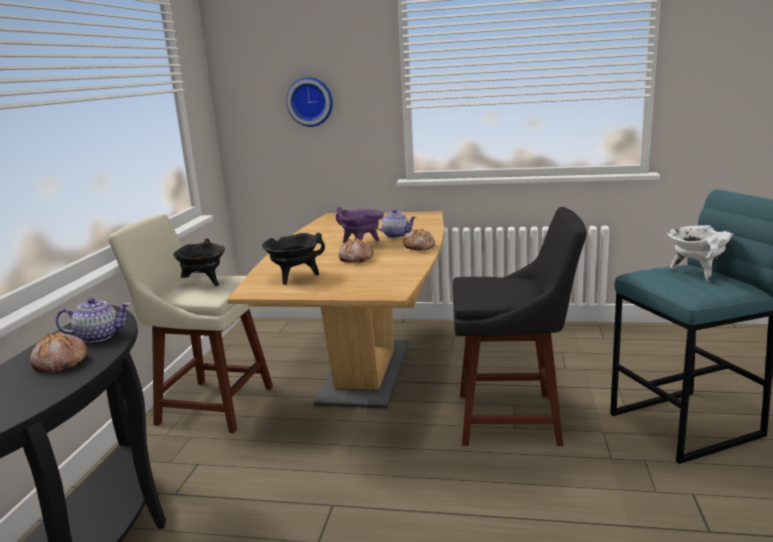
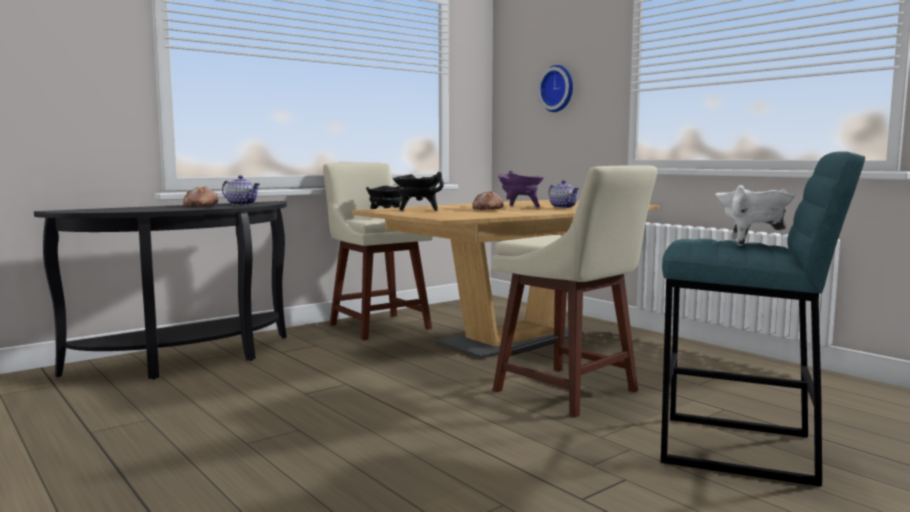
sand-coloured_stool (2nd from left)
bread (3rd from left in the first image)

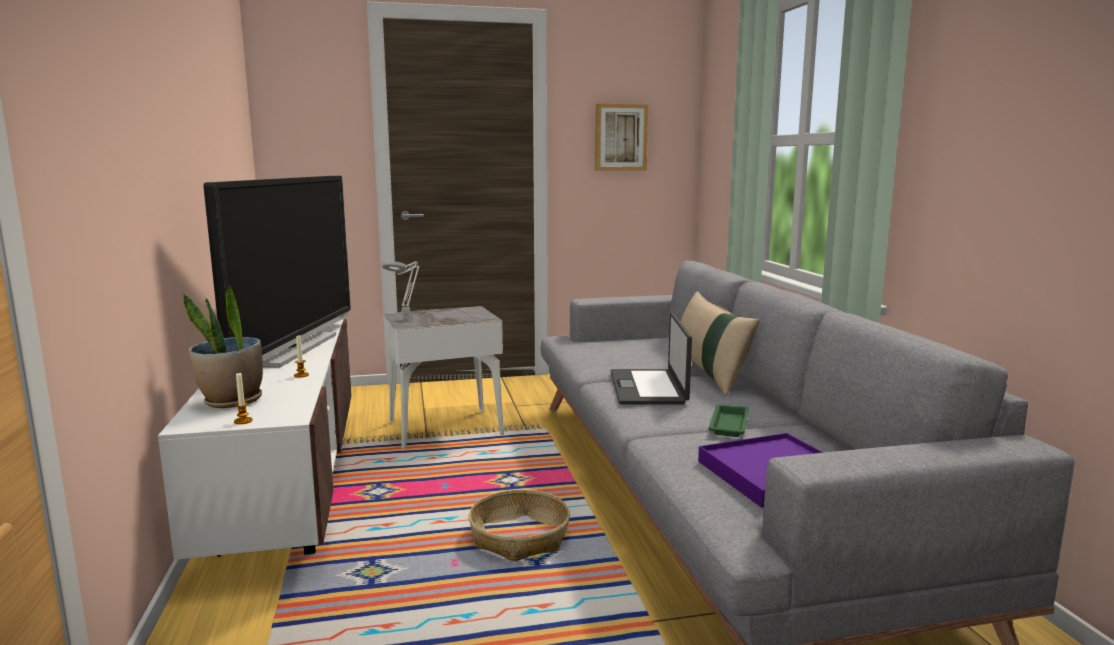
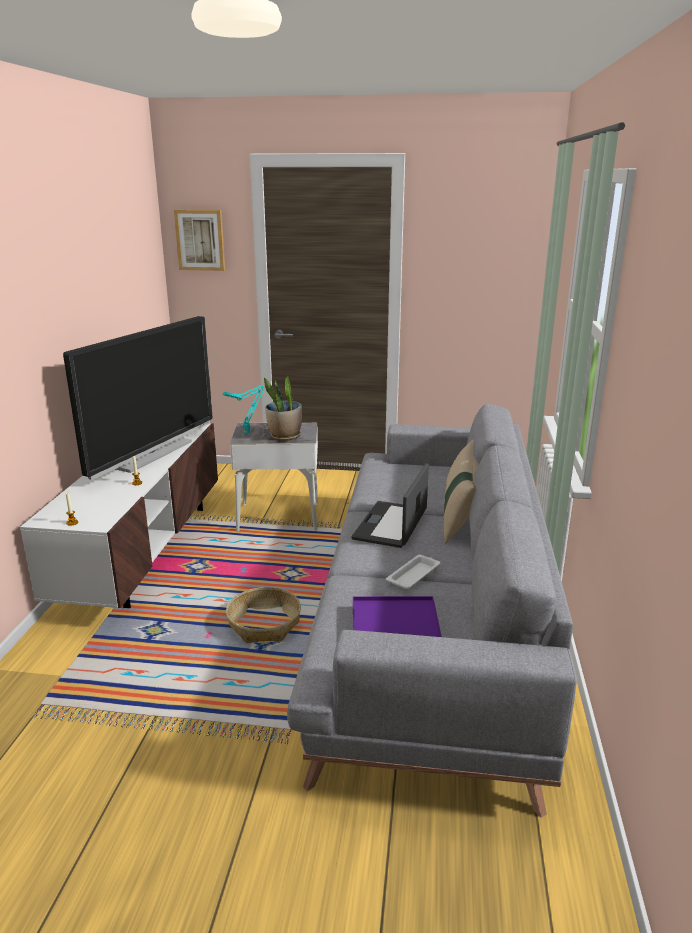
picture
turquoise_table_lamp
houseplant
whitish_serving_tray

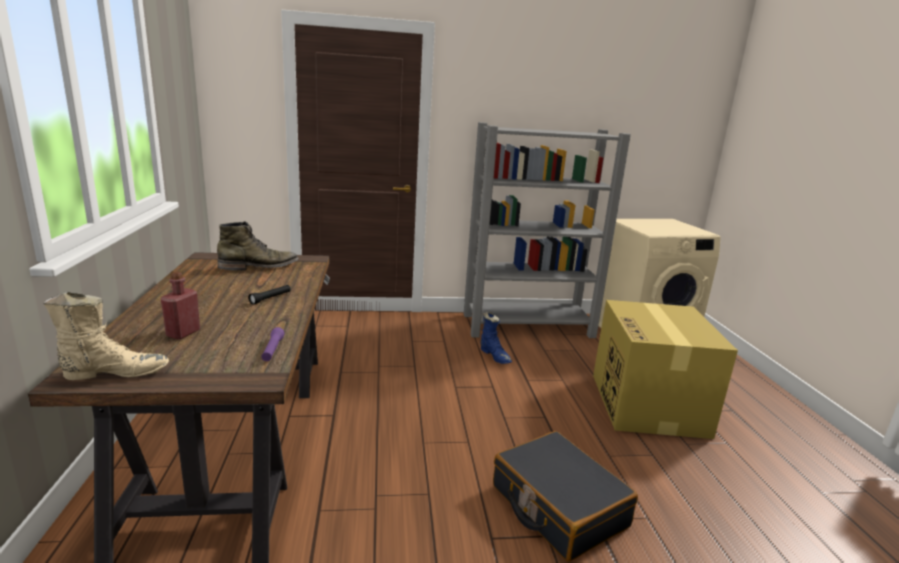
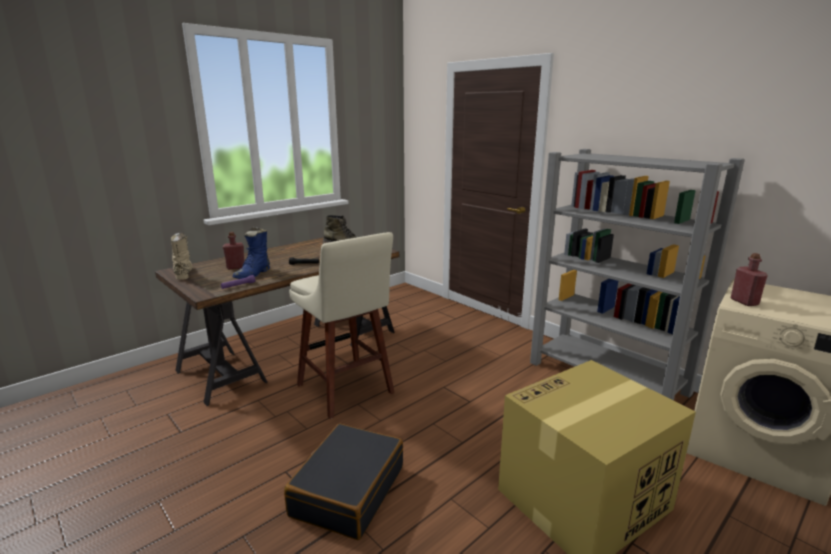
sand-coloured_high-top_boot
bluish_high-top_boot
sand-coloured_stool
red-coloured_bottle (2nd from left)

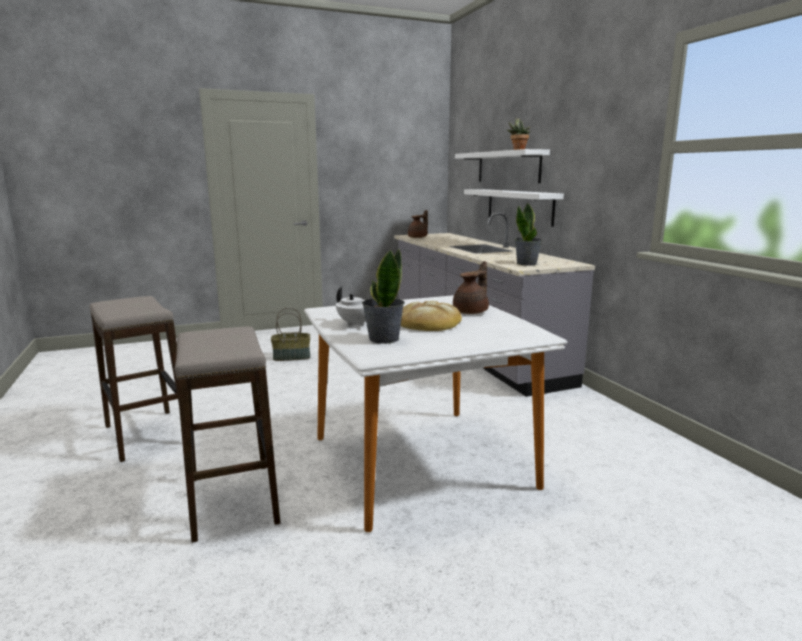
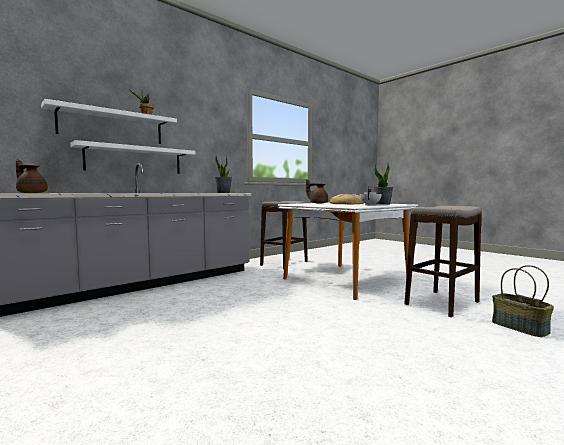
stool (1st from left)
basket

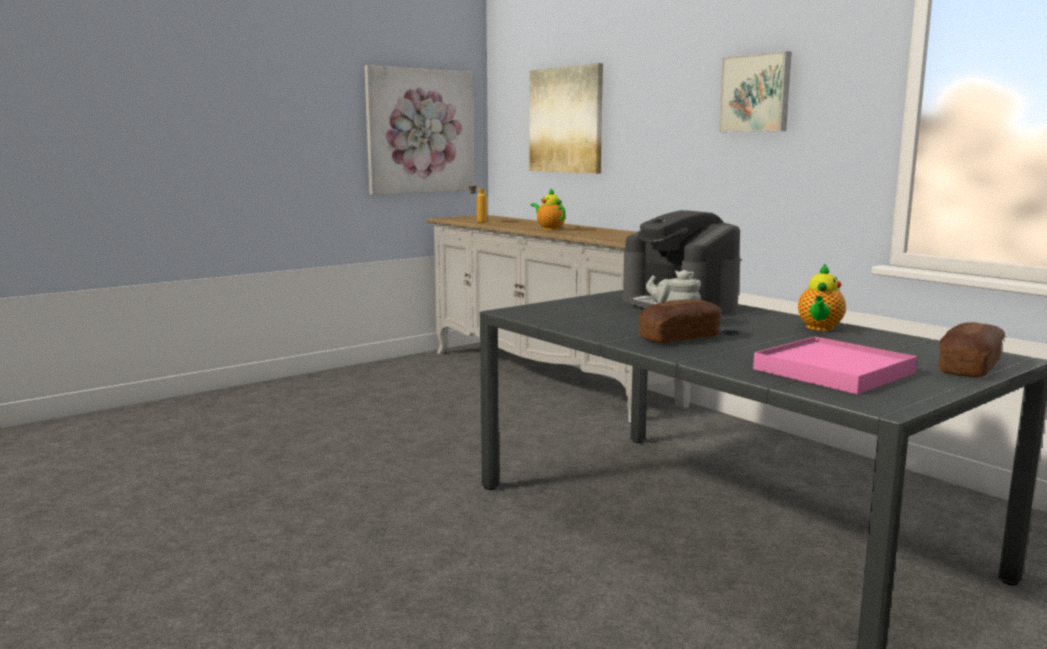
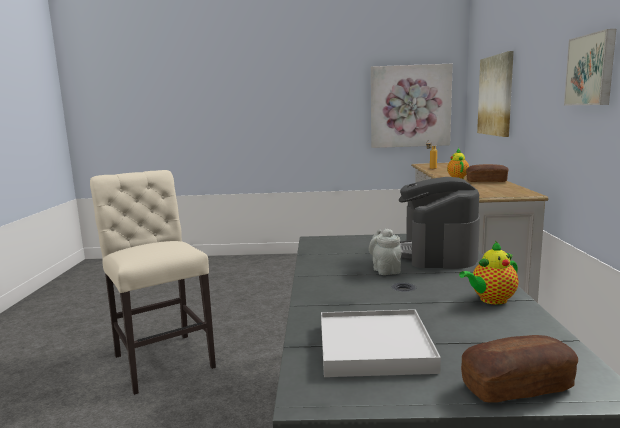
bread (1st from left)
whitish_serving_tray
sand-coloured_stool

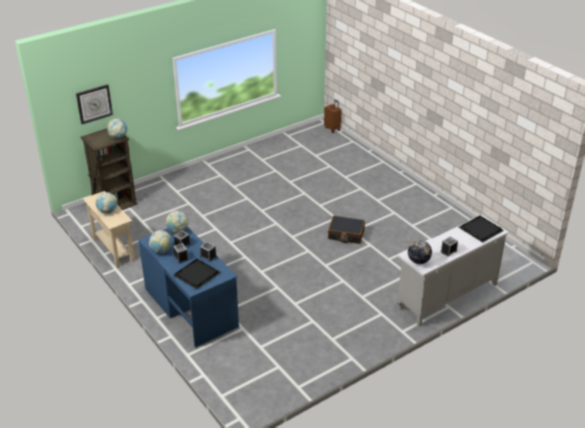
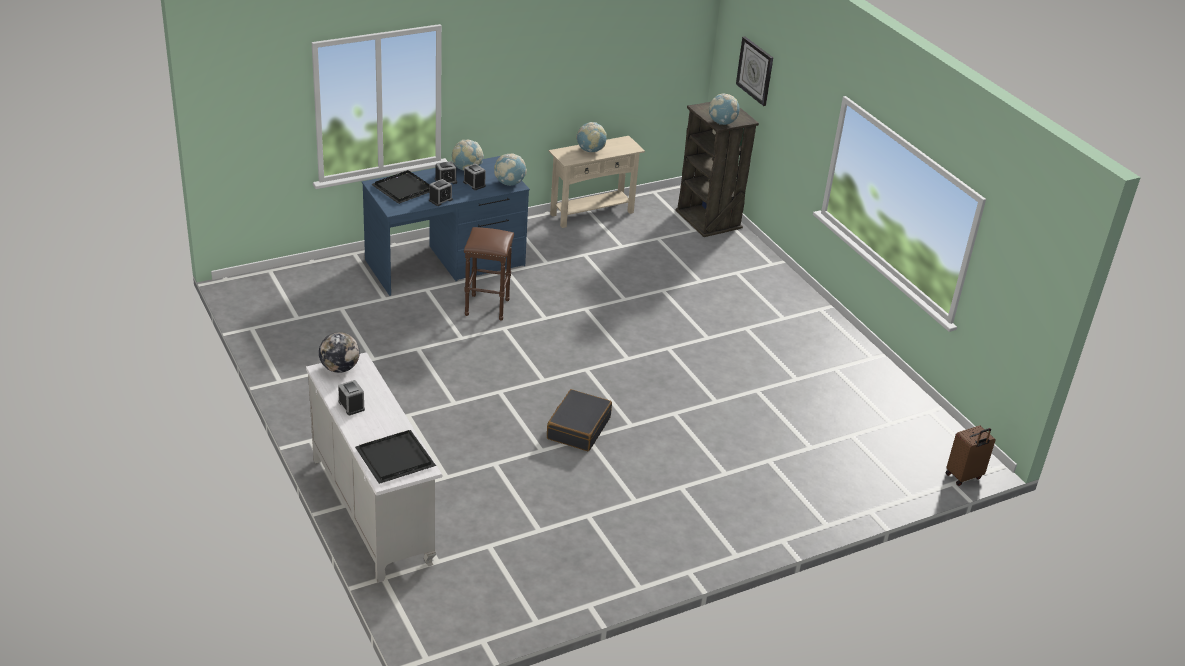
brown-coloured_stool

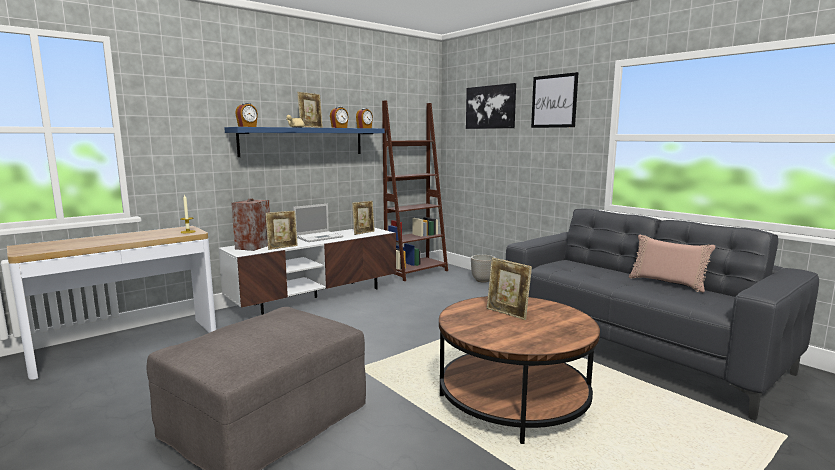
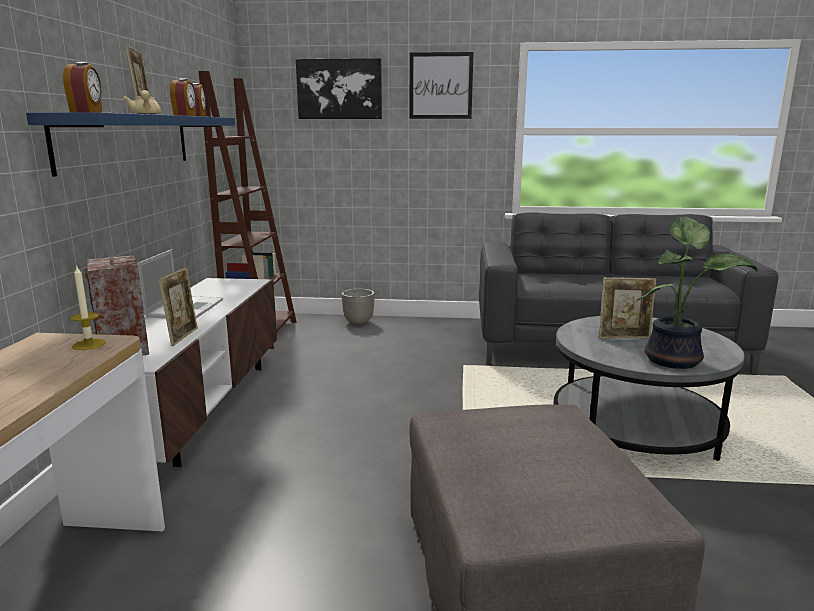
picture_frame (3rd from left in the first image)
sand-coloured_pillow
gray_low_table
houseplant

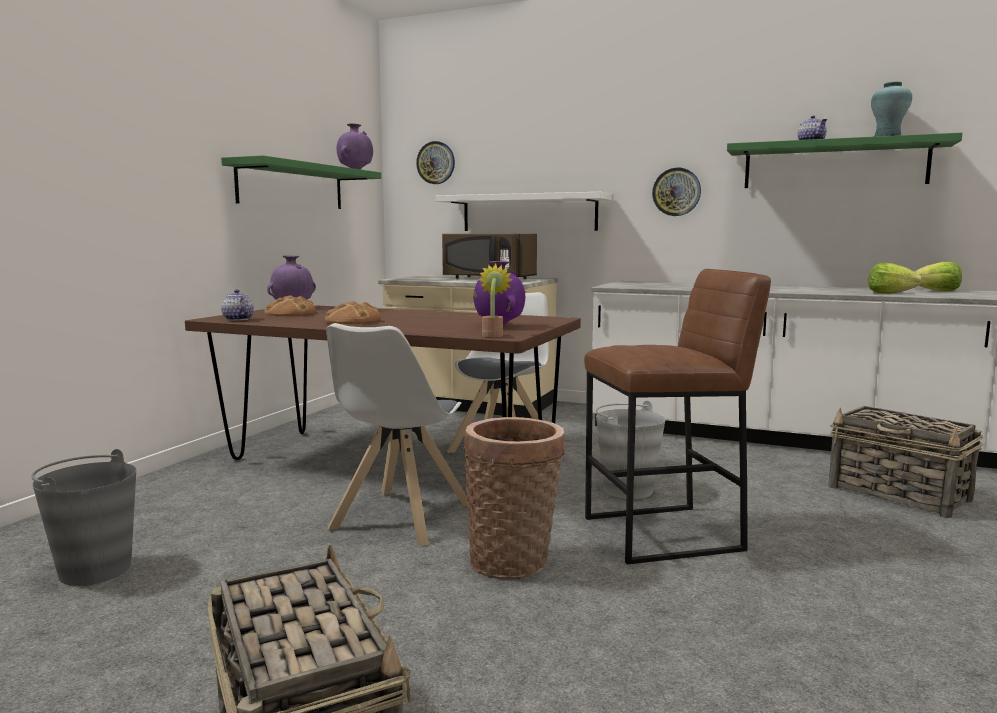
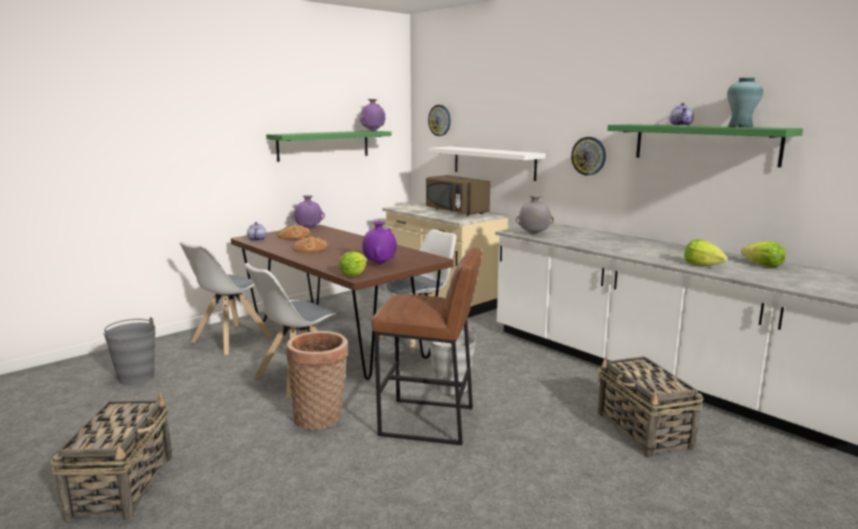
lettuce_head (1st from left)
gray_flower_vase
chair (1st from left)

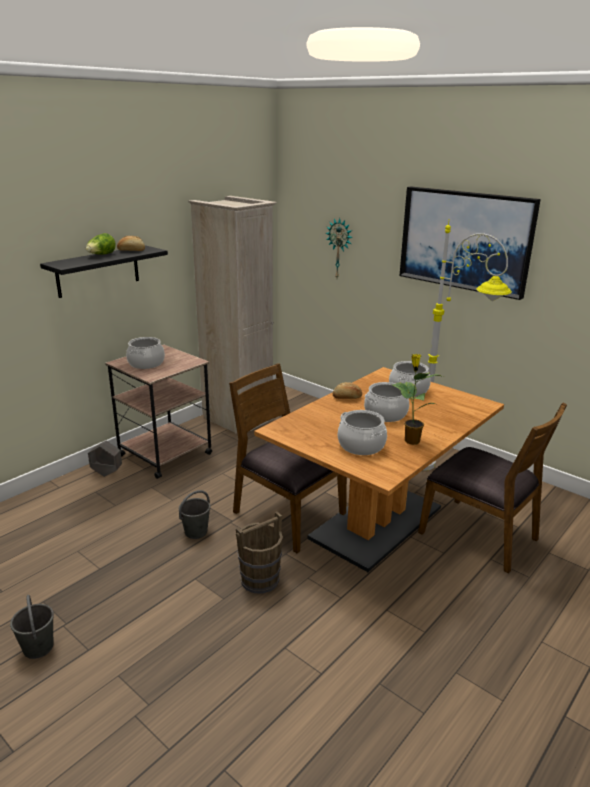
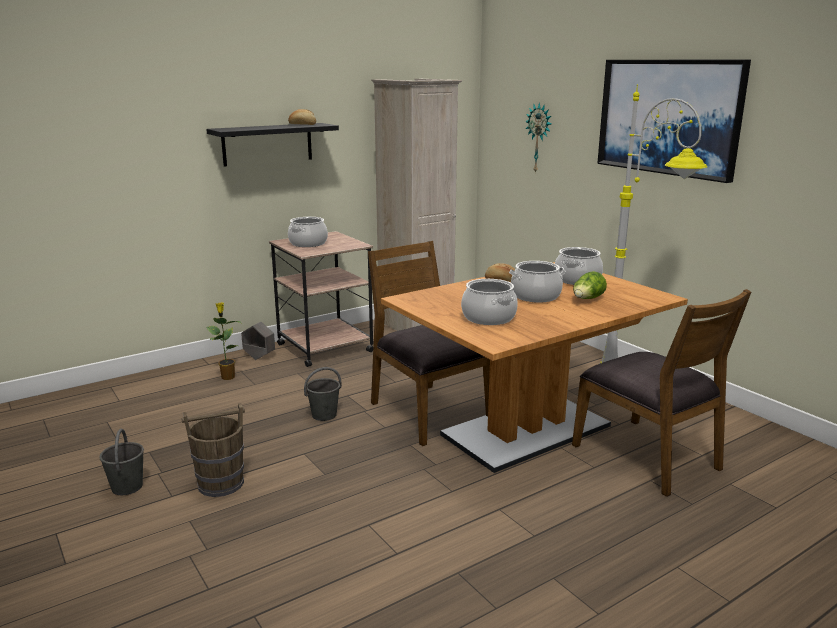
lettuce_head
houseplant
brown-coloured_bucket

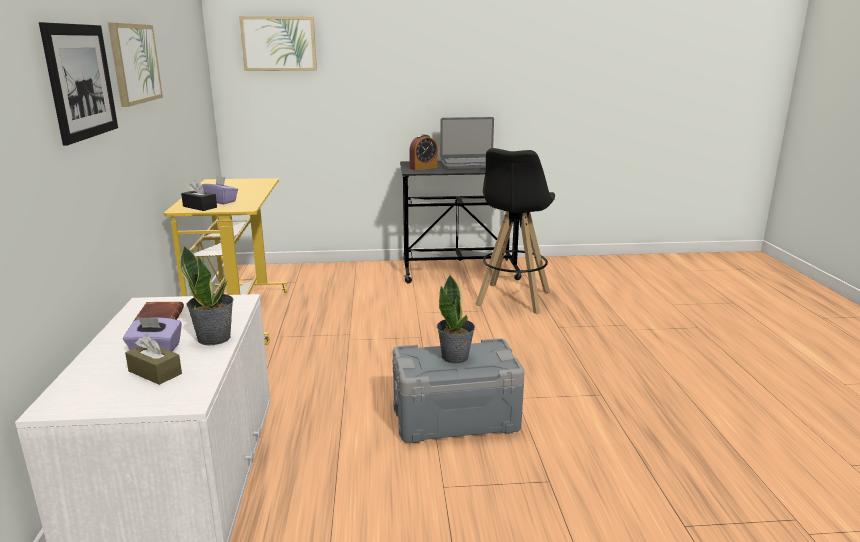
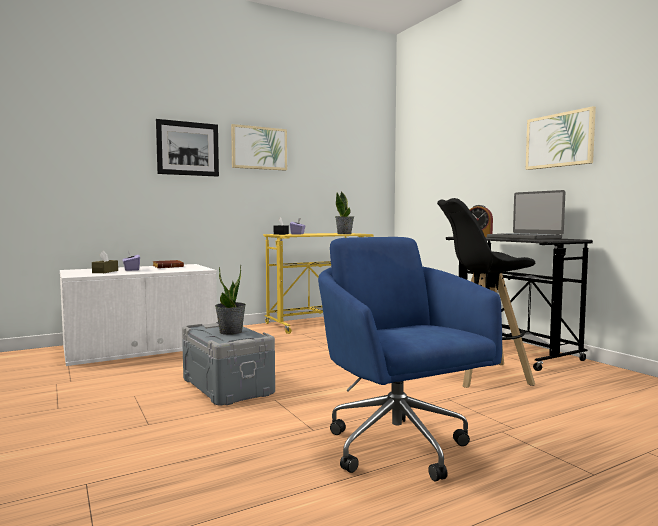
picture (3rd from left)
houseplant (2nd from left)
bluish_desk_chair

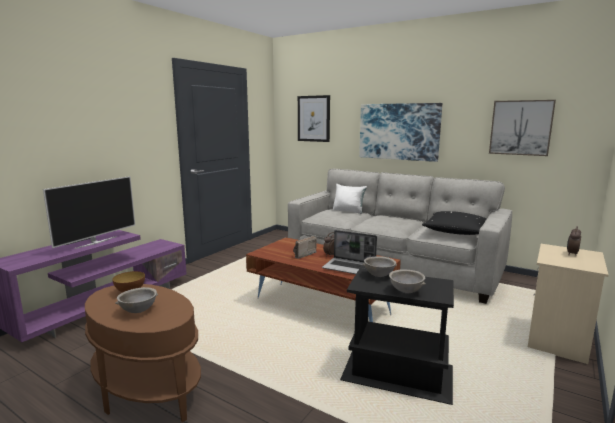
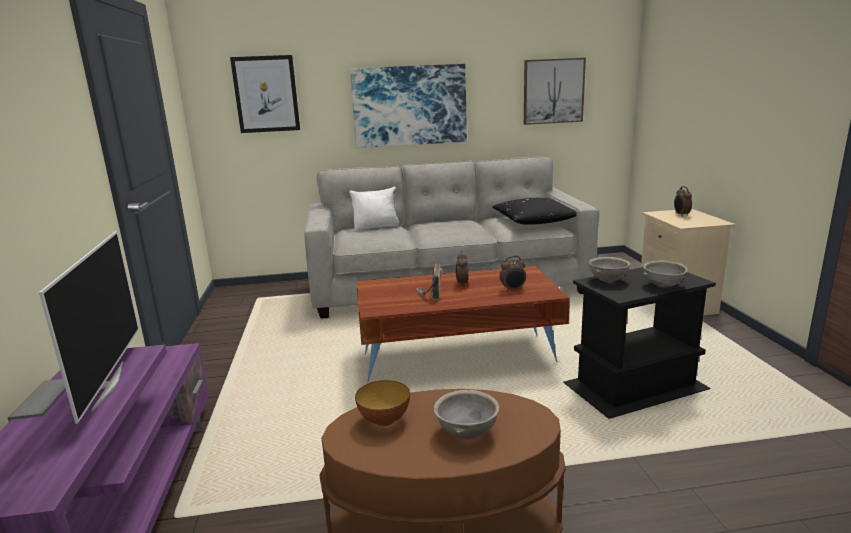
alarm_clock (2nd from left)

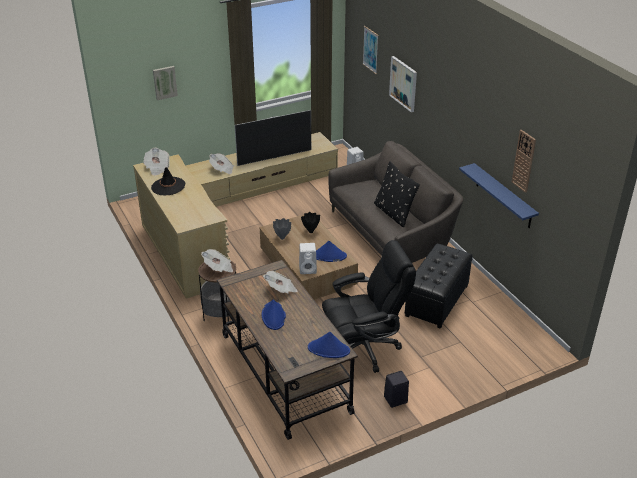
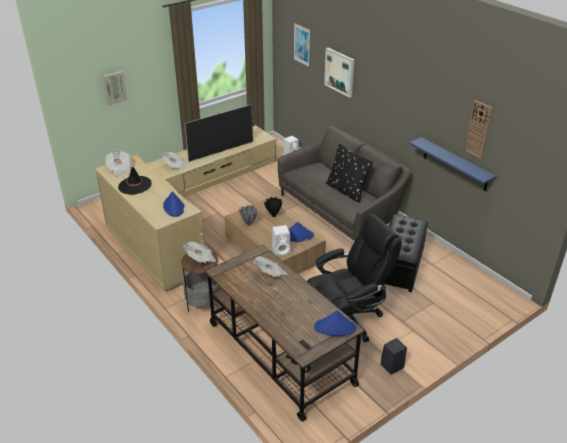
bluish_wearable_hat (1st from left)

